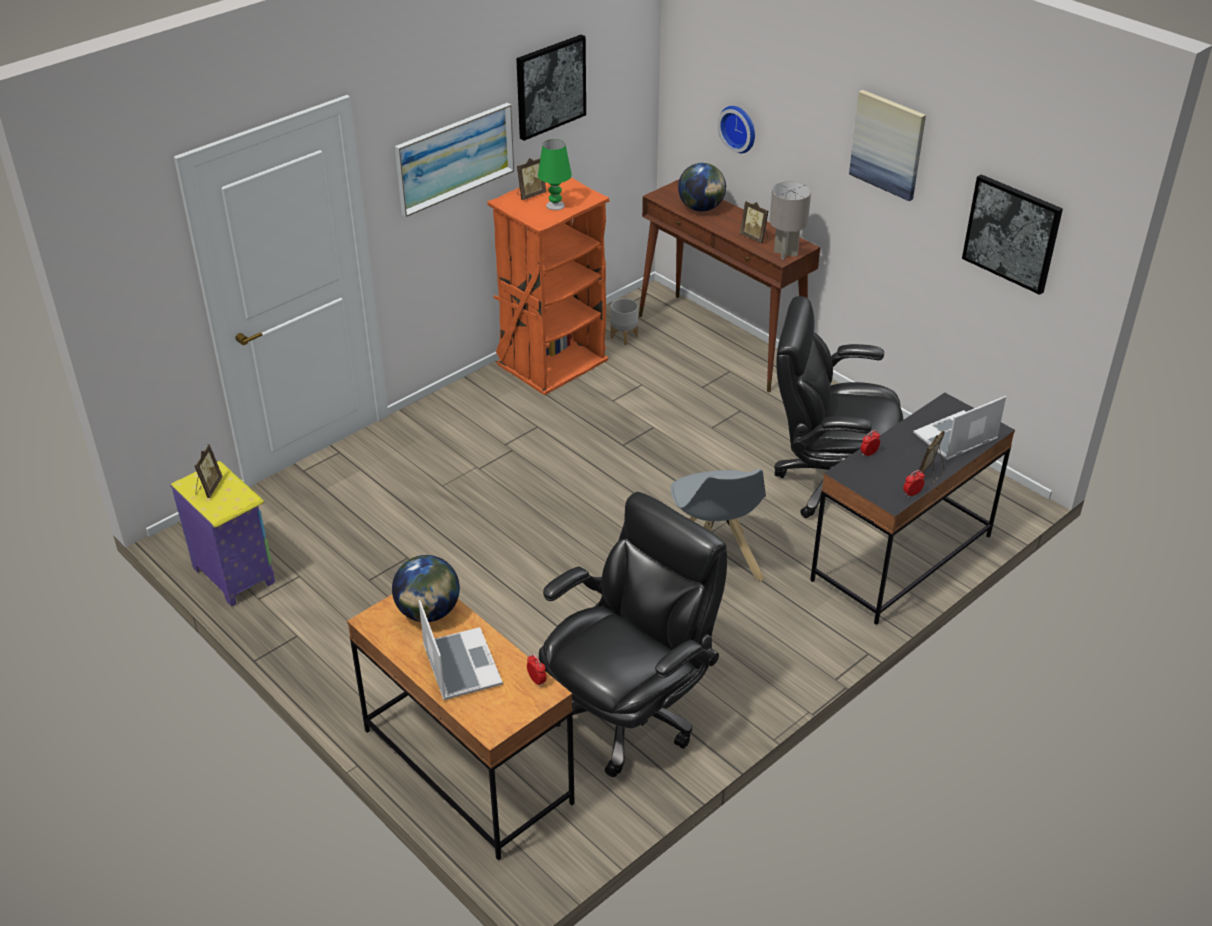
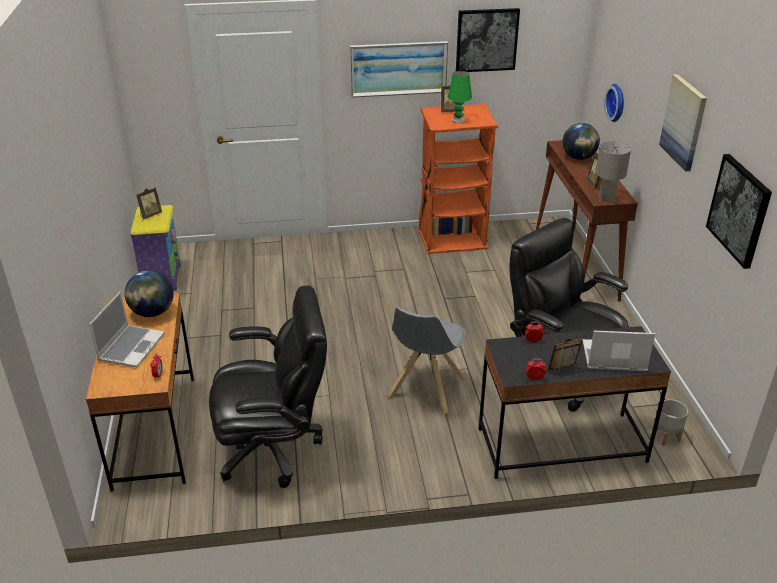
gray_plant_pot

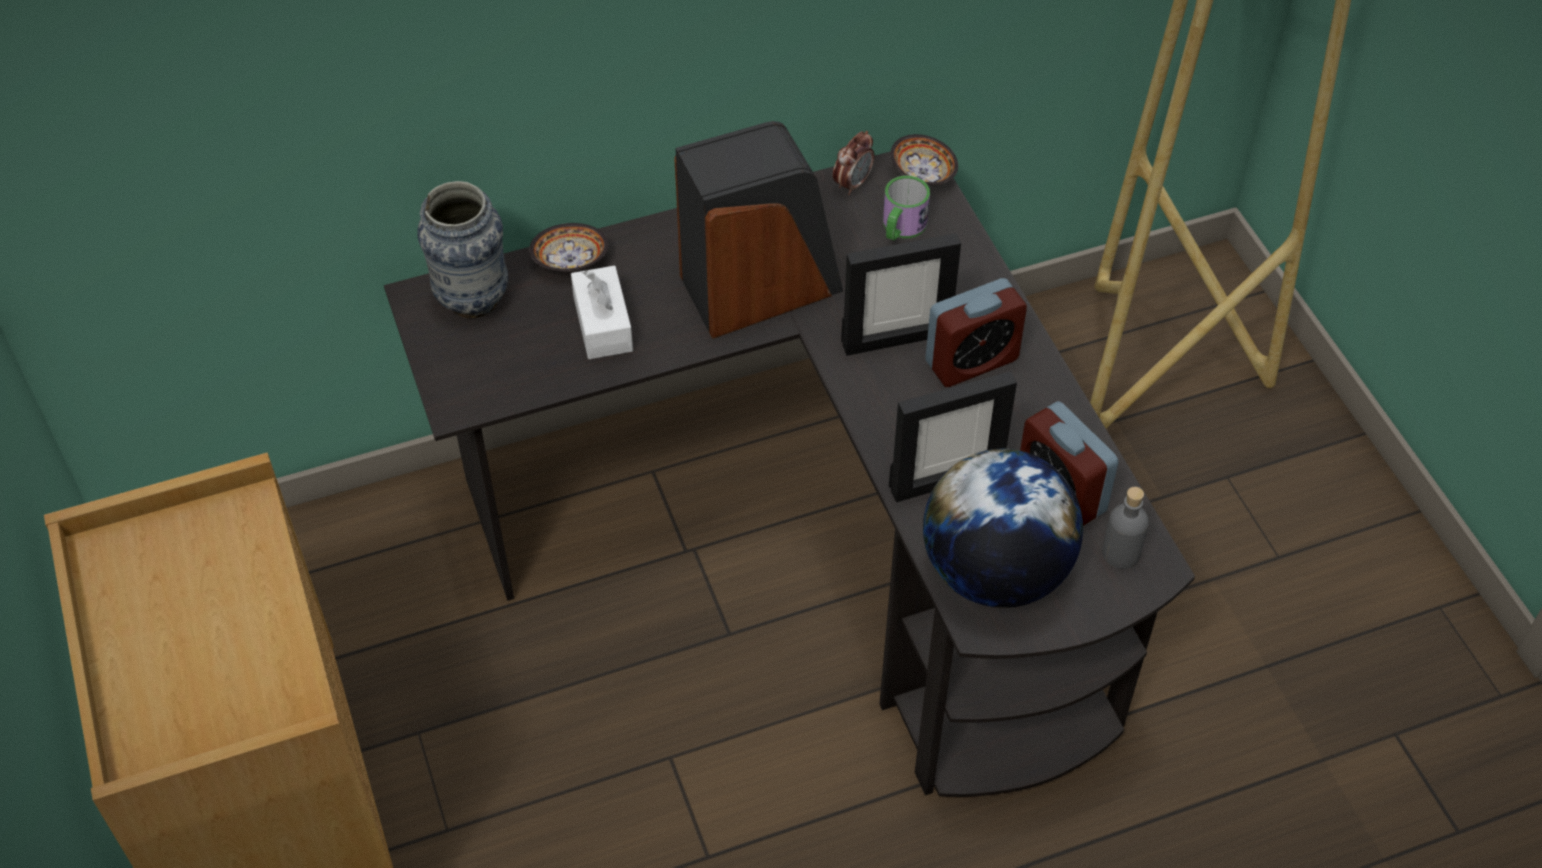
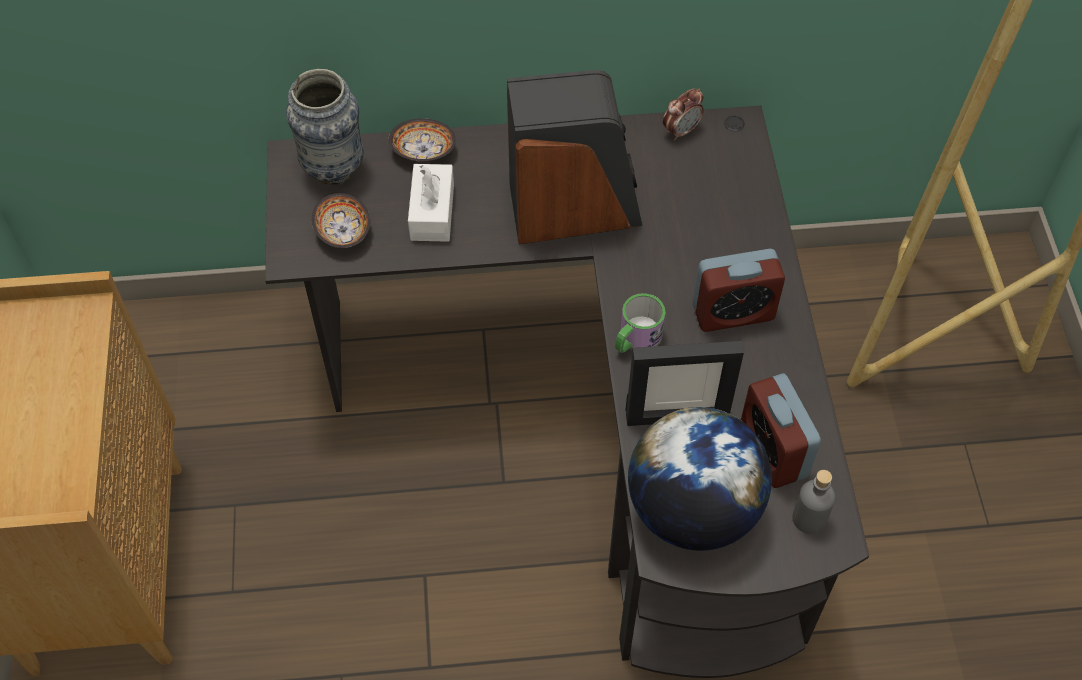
bowl (1st from left)
coffee_mug
picture_frame (1st from left in the first image)

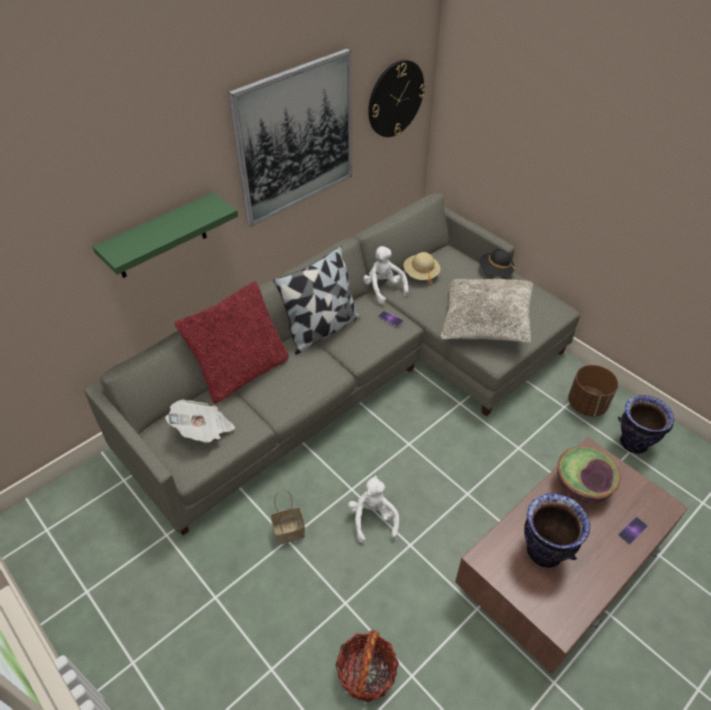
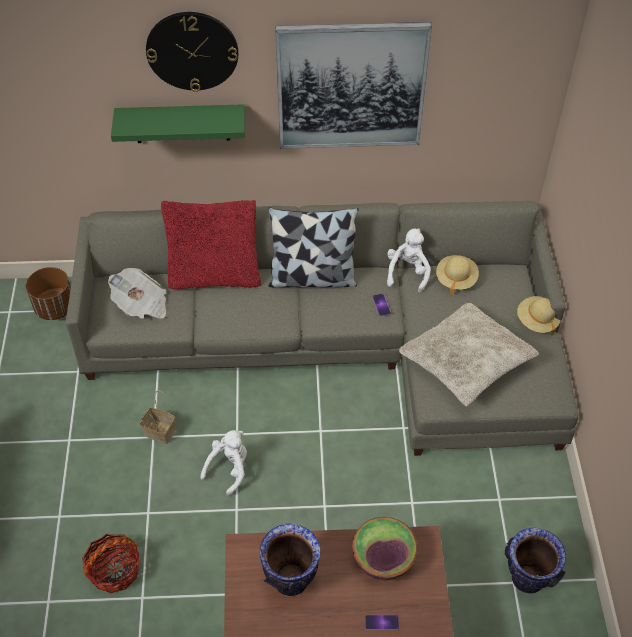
wall_clock
sand-coloured_wearable_hat (2nd from left)
brown-coloured_plant_pot

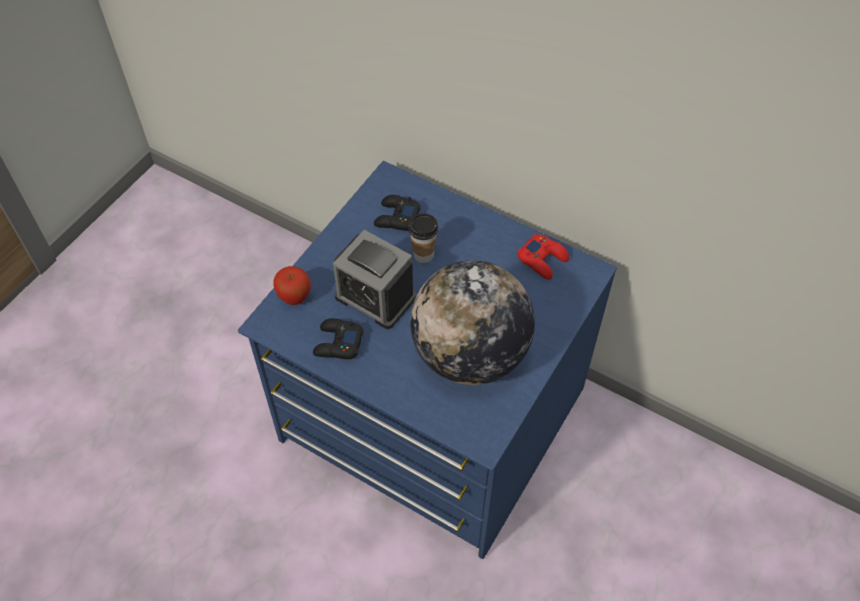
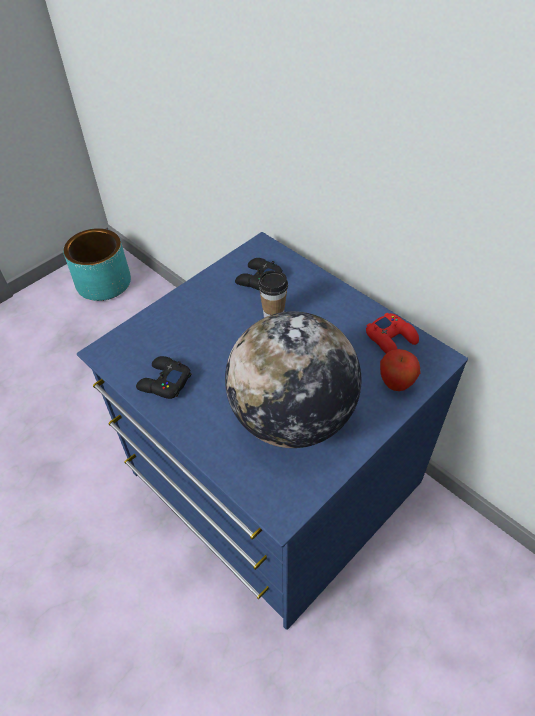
alarm_clock
apple
turquoise_plant_pot

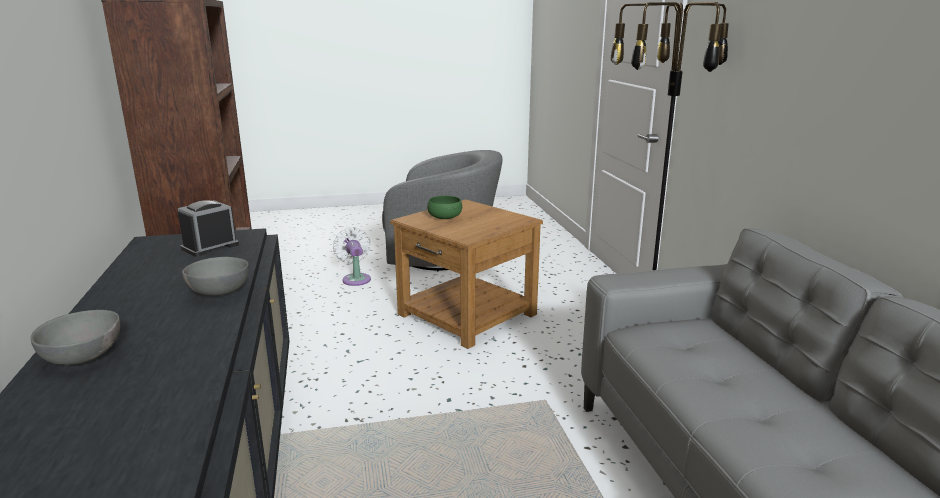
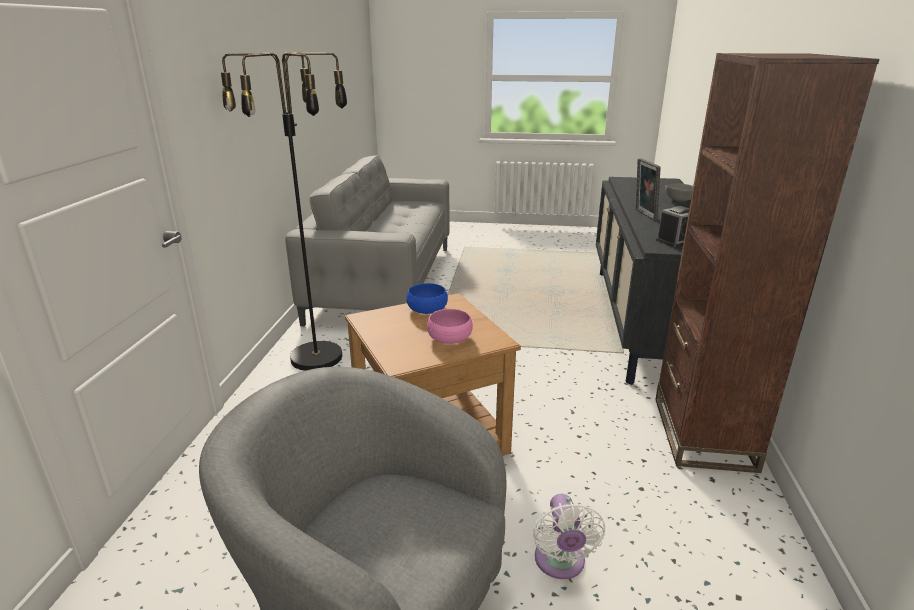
pink_bowl
picture_frame
bluish_bowl

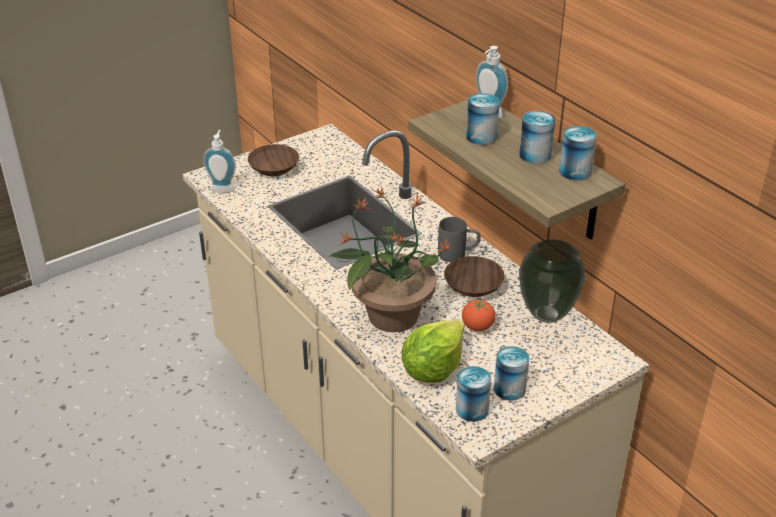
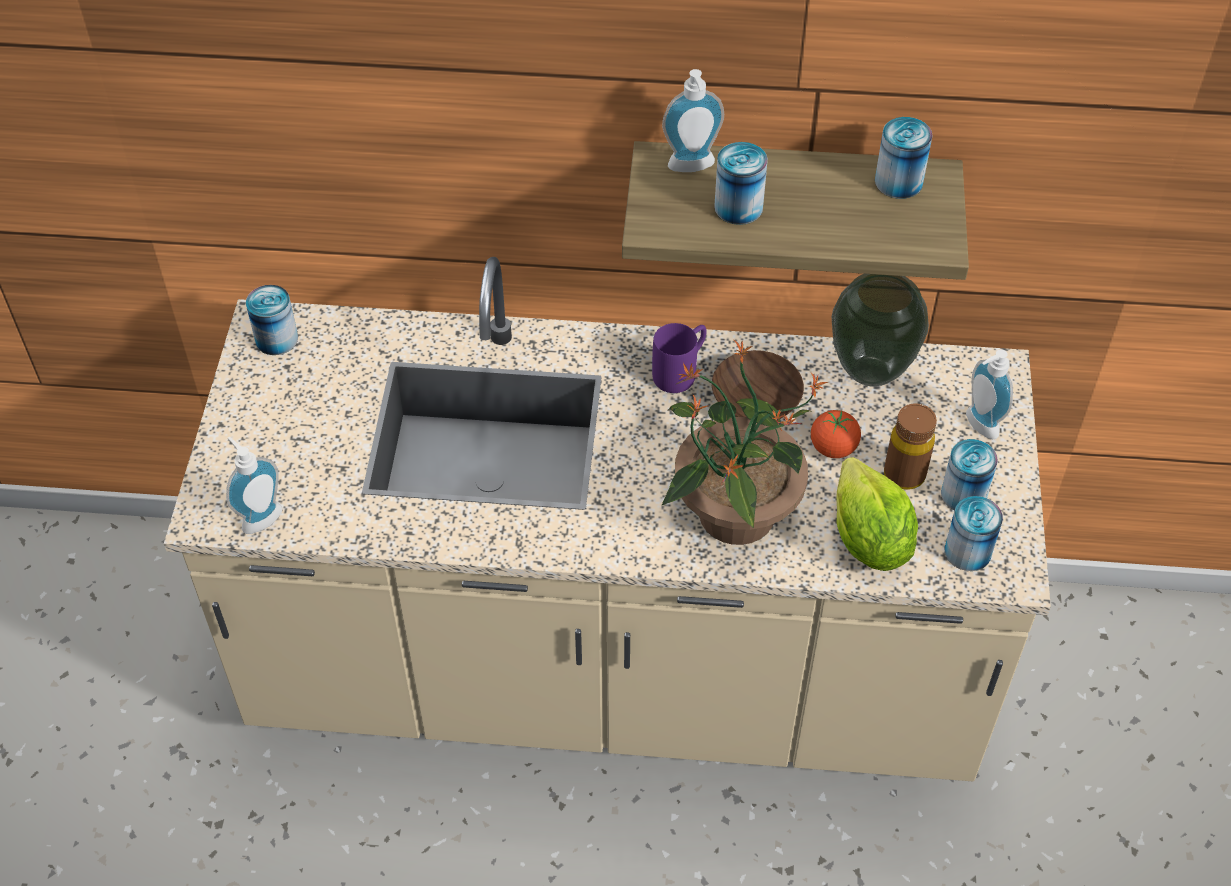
can (1st from left)
brown-coloured_bowl (1st from left in the first image)
purplish_coffee_mug
soap_dispenser (3rd from left)
brown-coloured_bottle

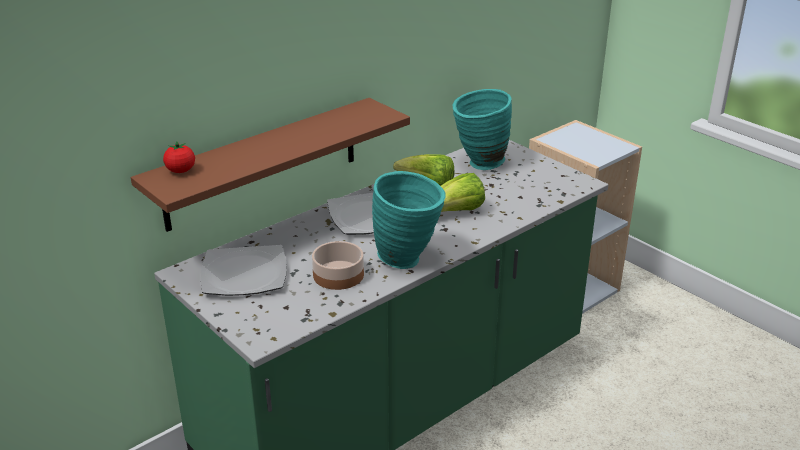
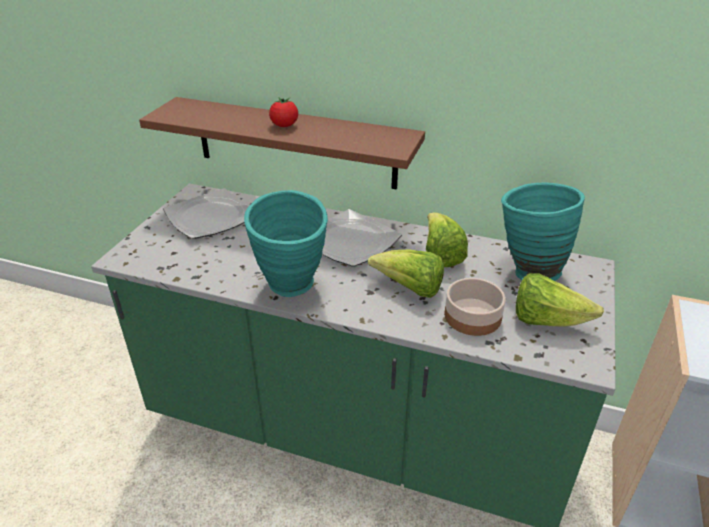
fresh_tomato
bowl
lettuce_head (3rd from left)

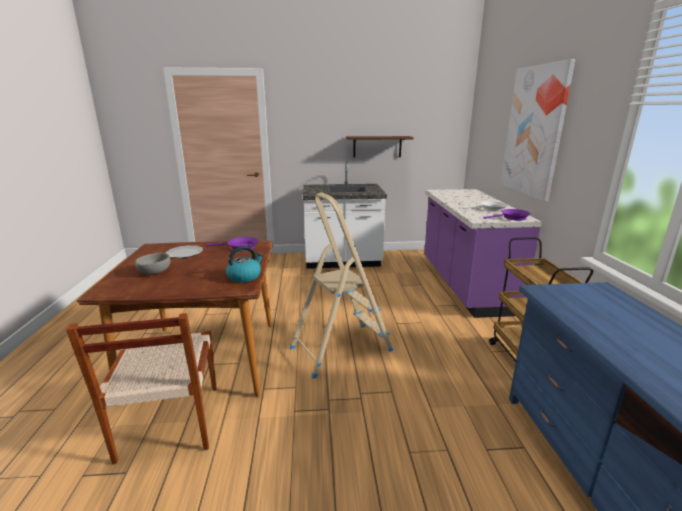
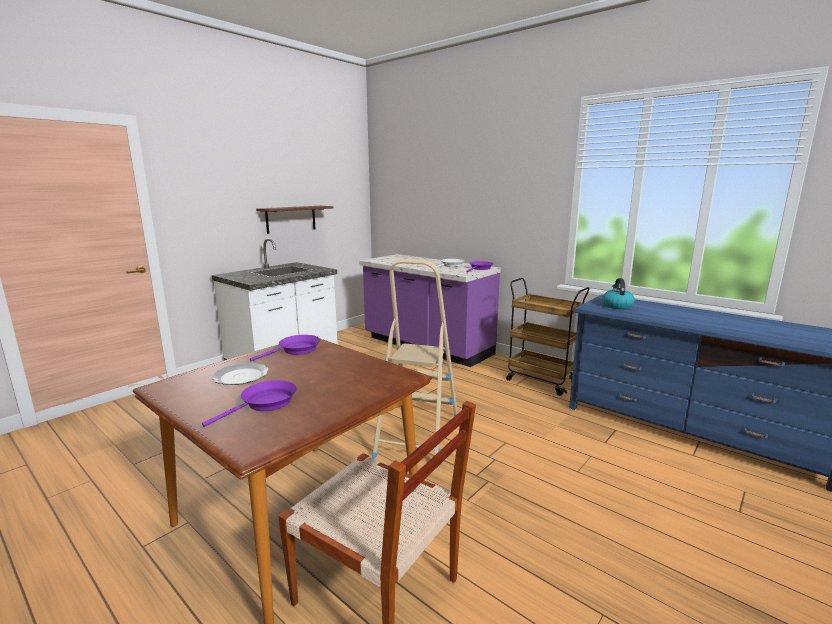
picture
water_kettle
purplish_pan (1st from left)

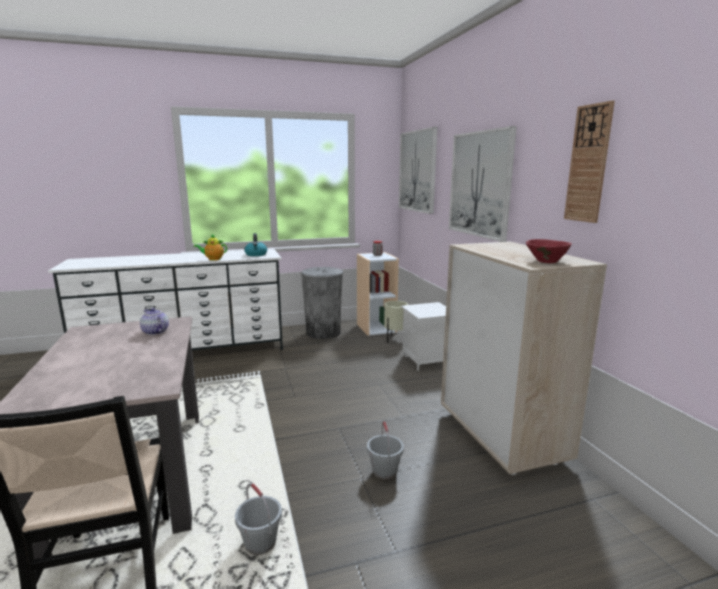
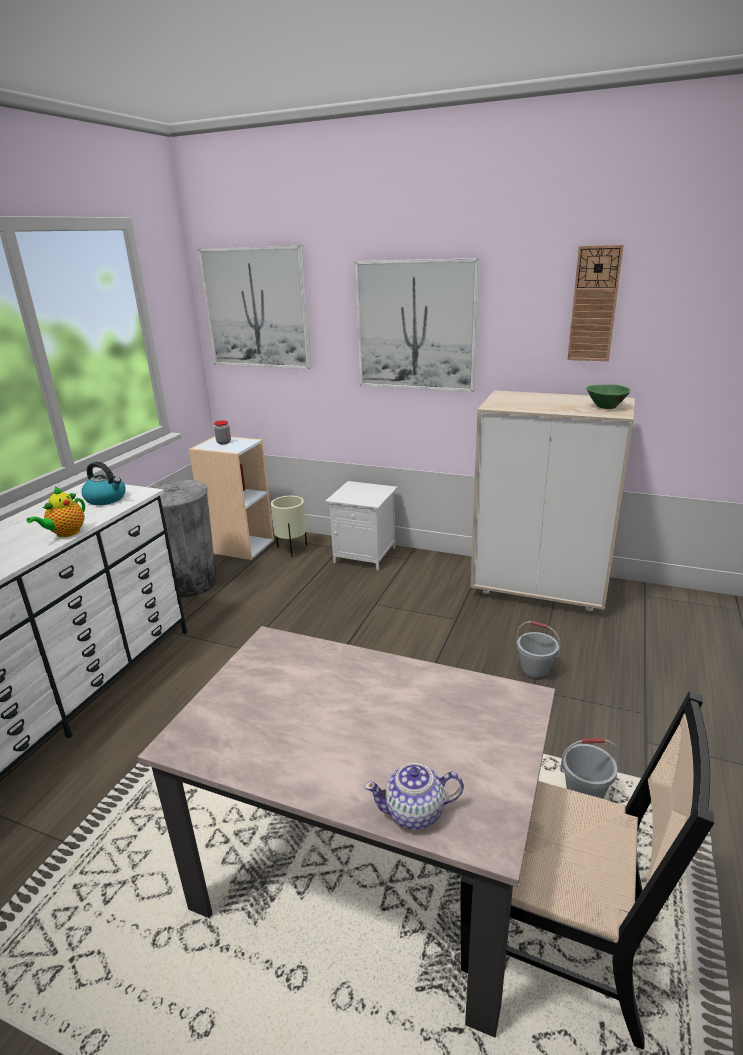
green-coloured_bowl
tea_pot (2nd from left)

